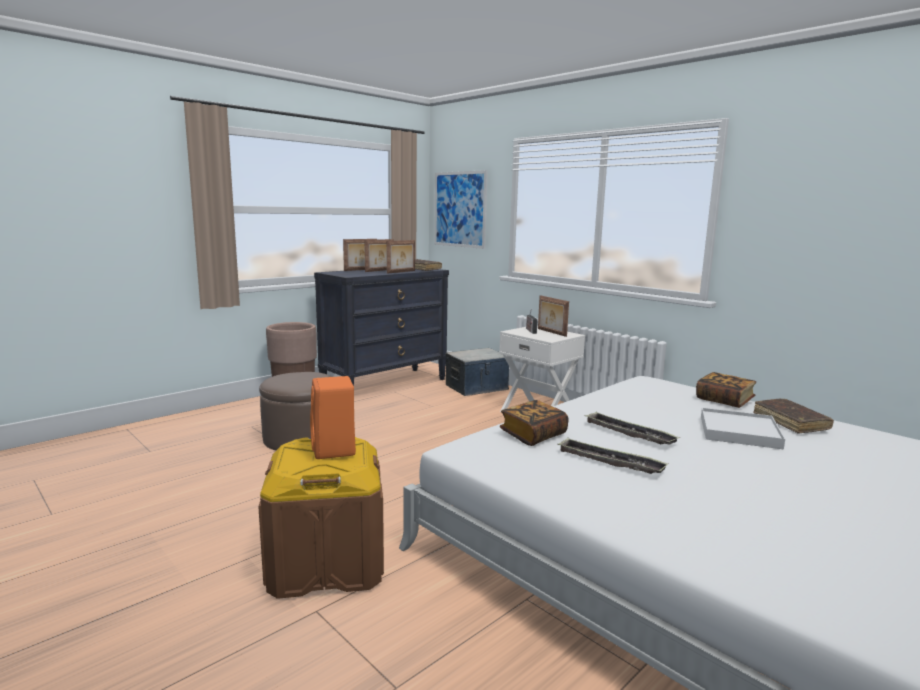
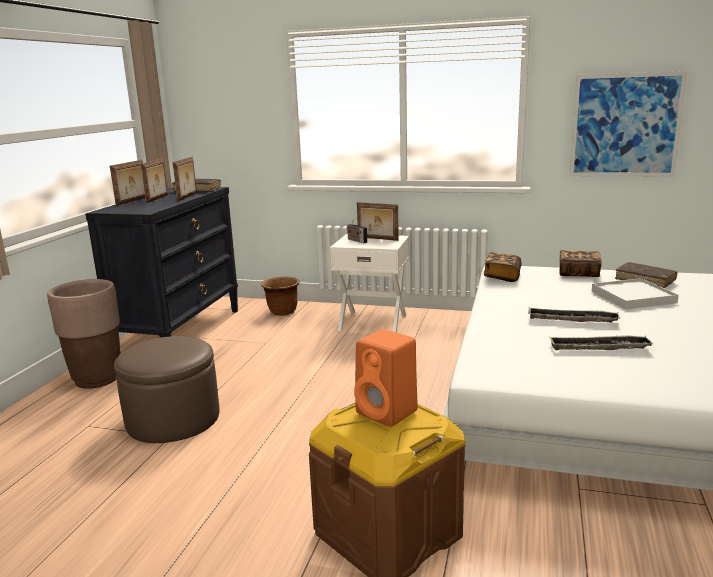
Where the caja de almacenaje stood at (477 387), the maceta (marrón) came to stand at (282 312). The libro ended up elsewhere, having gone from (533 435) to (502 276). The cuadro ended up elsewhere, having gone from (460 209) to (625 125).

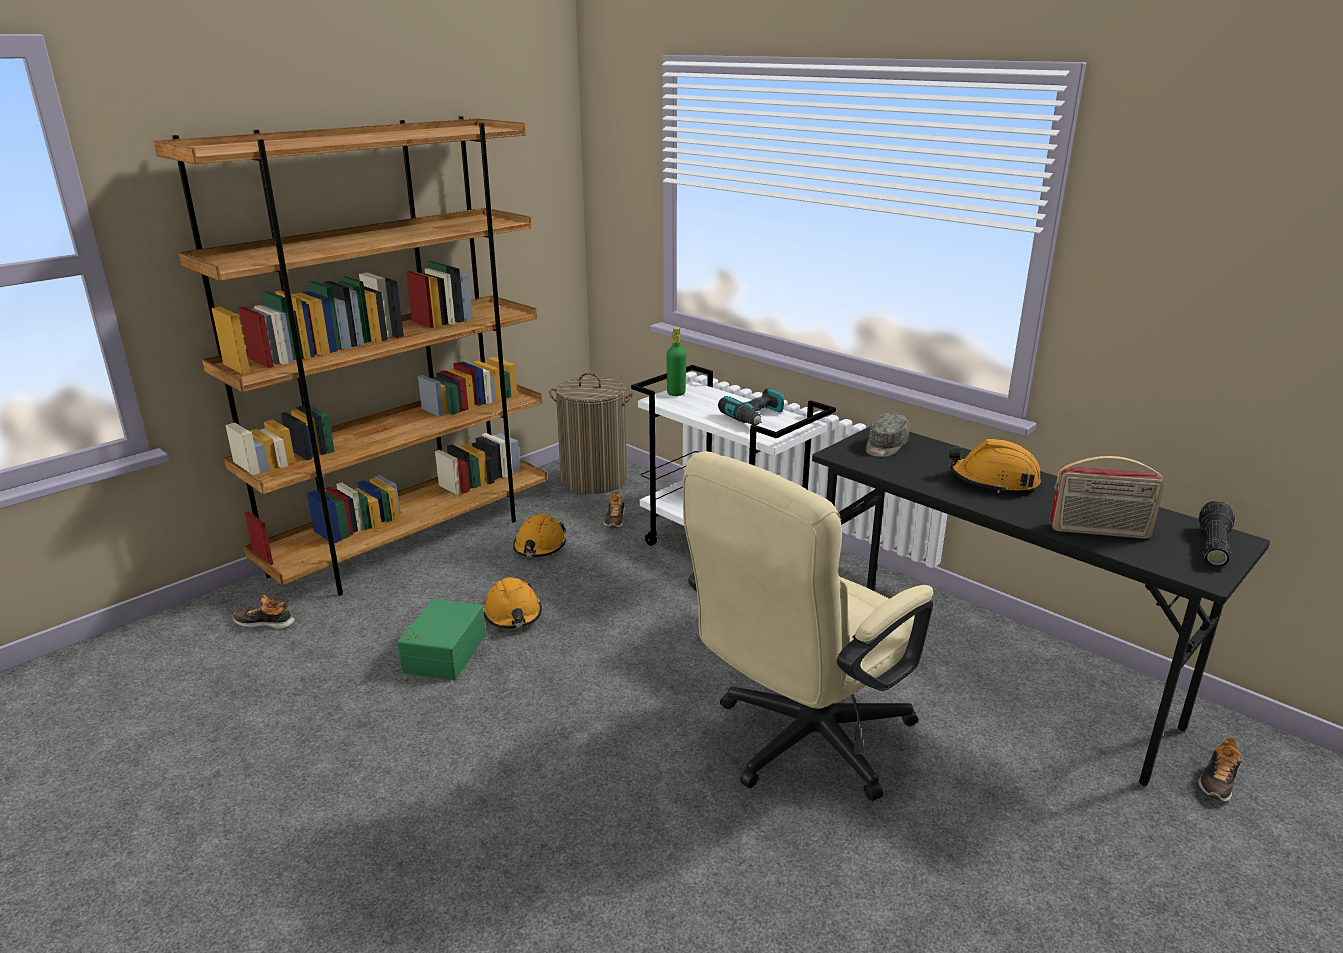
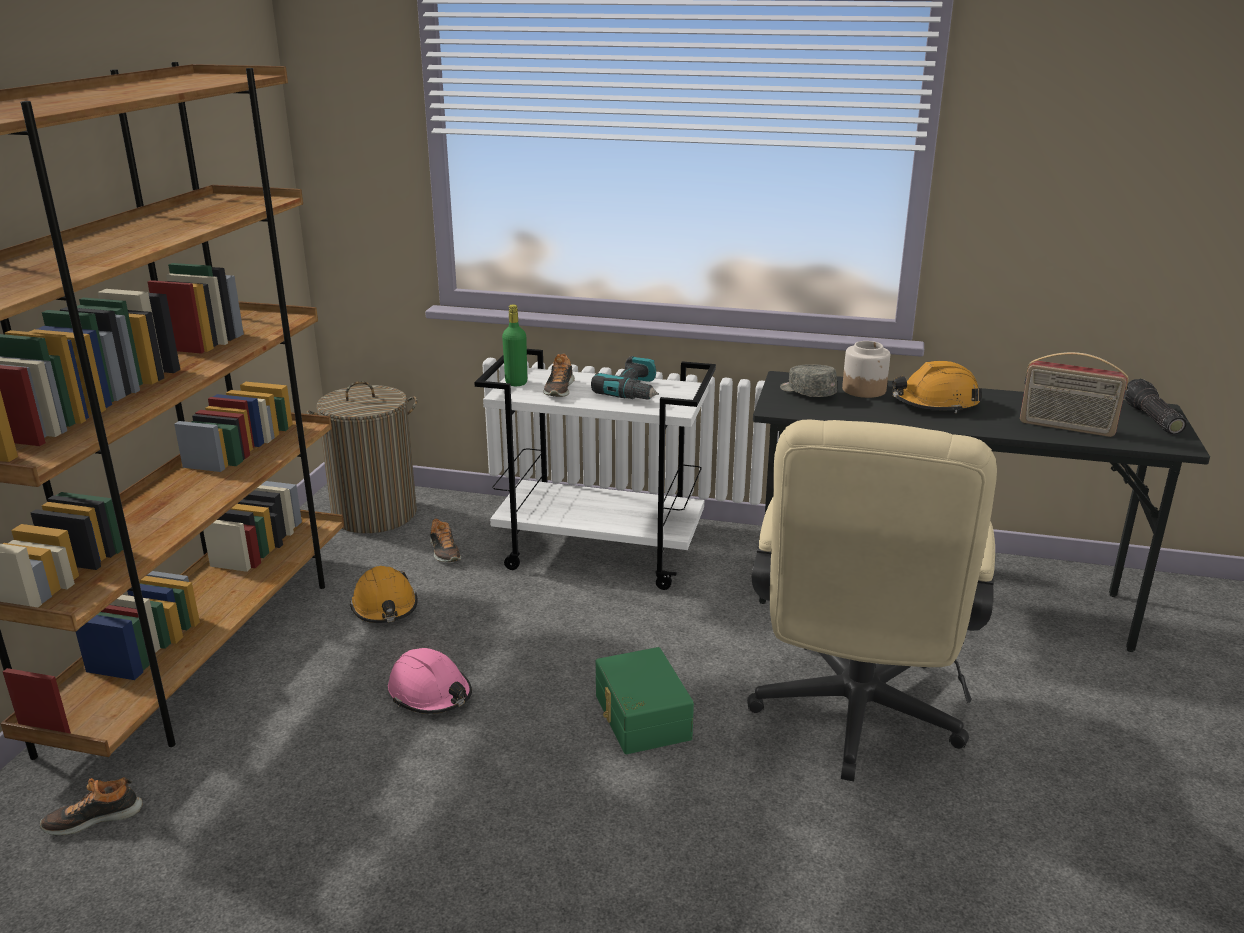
What was the casco (naranja) at (513 614) turned into the casco (rosa) at (430 694). The zapato ended up elsewhere, having gone from (1218 780) to (559 389). The caja de almacenaje (verde) ended up elsewhere, having gone from (443 653) to (640 717). The gorra (gris) at (885 446) ended up facing another way, 135 degrees clockwise from before. The second view gained the tarro at (864 390). The radio at (1099 531) ended up facing another way, 45 degrees clockwise from before.

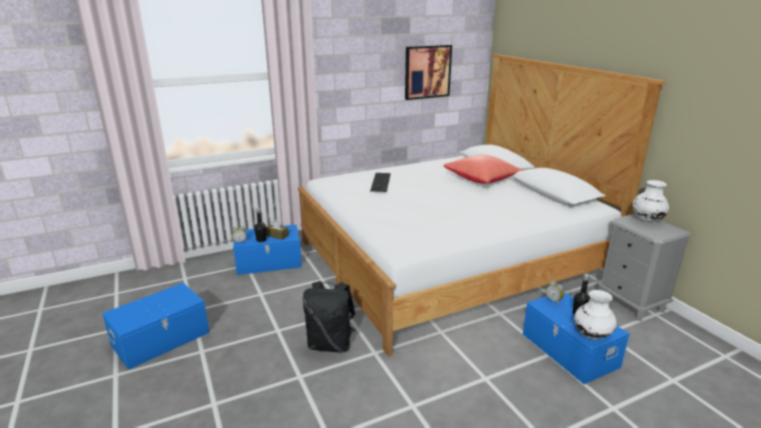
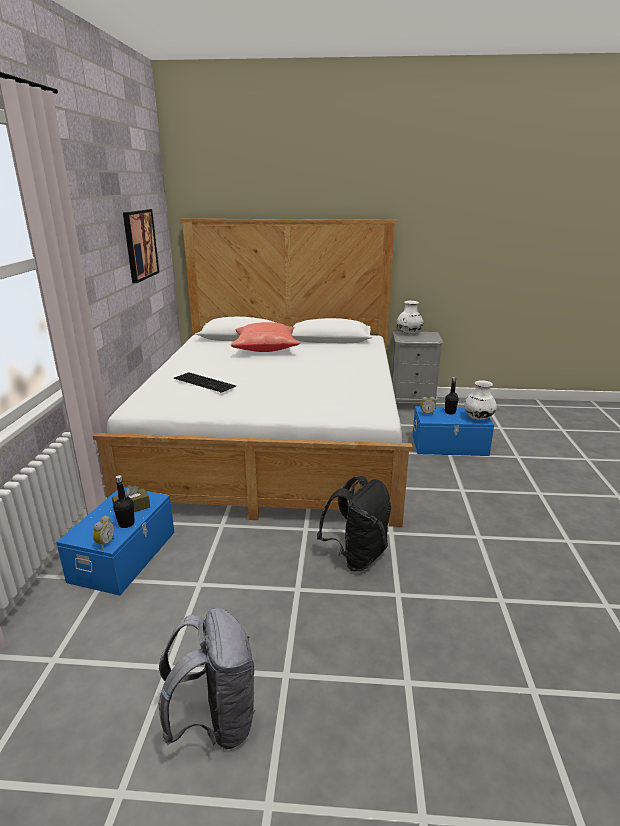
Where the caja de almacenaje (azul) stood at (162 339), the mochila (gris) came to stand at (215 721).

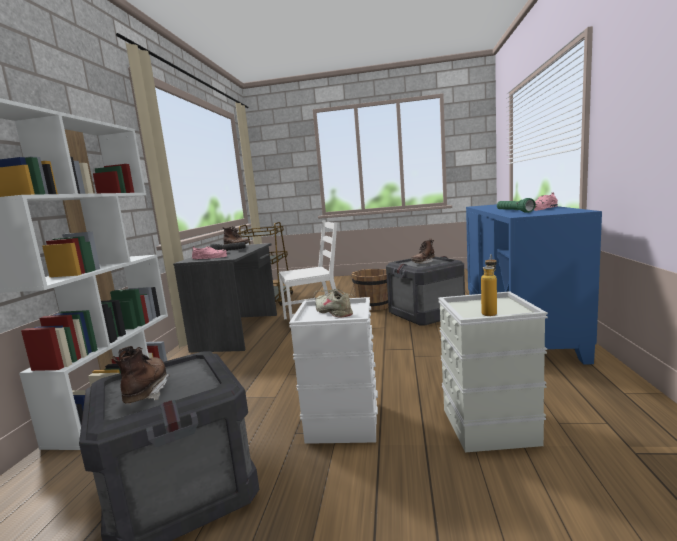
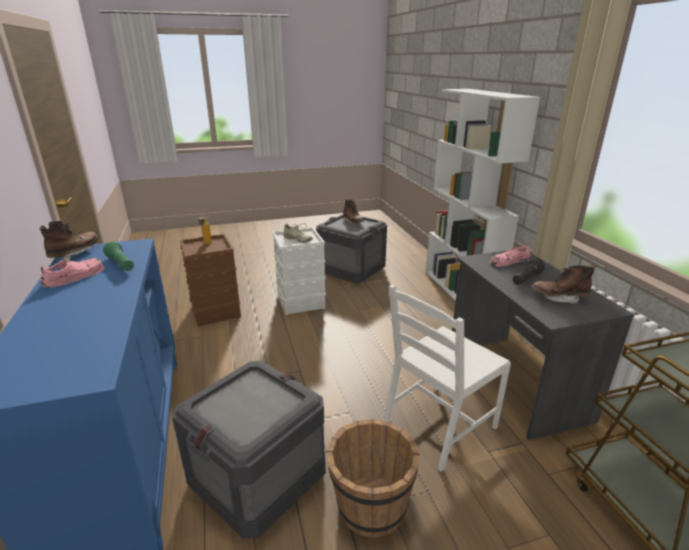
The bota (marrón) ended up elsewhere, having gone from (423 263) to (75 254). What was the caja de almacenaje (gris) at (488 427) turned into the caja de almacenaje (marrón) at (216 311).

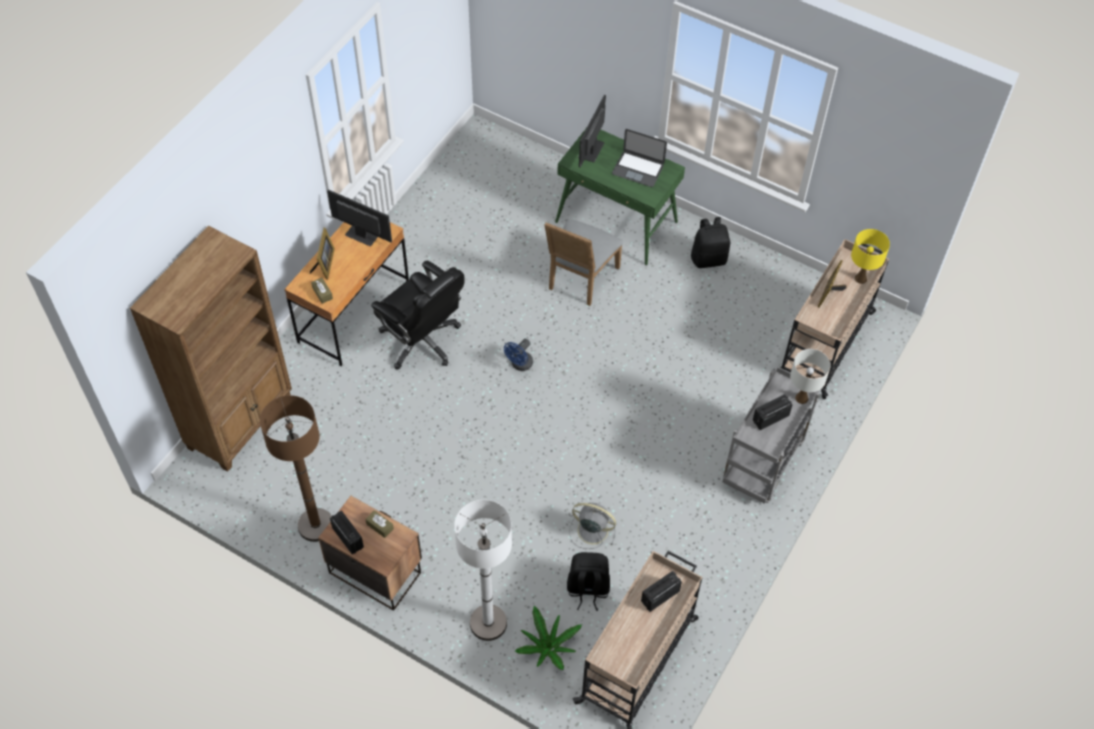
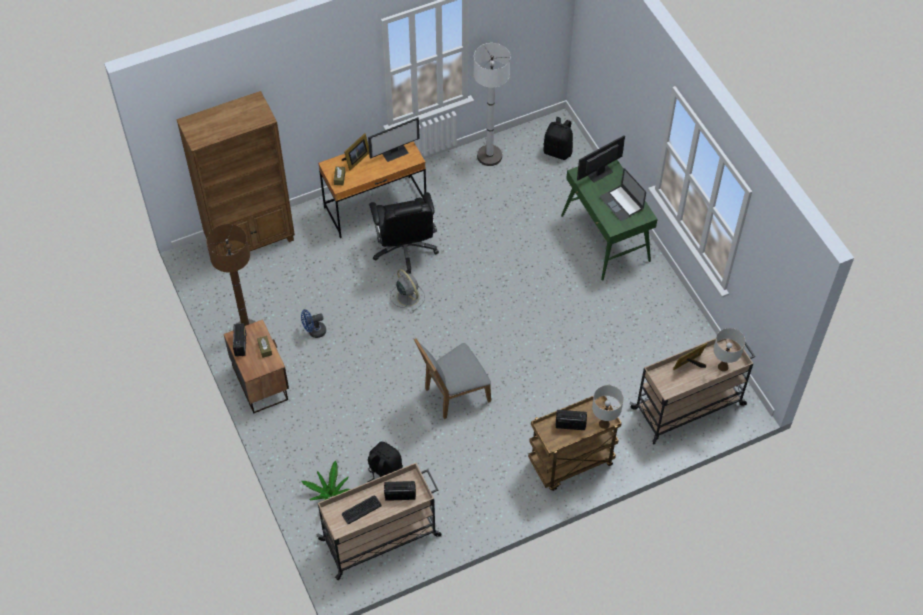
The ventilador (azul) ended up elsewhere, having gone from (520 365) to (314 332). The second view gained the teclado at (361 509). The monitor at (361 235) ended up facing another way, 90 degrees clockwise from before. The ventilador (gris) ended up elsewhere, having gone from (591 530) to (407 296). The silla (gris) ended up elsewhere, having gone from (580 280) to (453 394). The lámpara de pie (blanco) ended up elsewhere, having gone from (488 623) to (489 156). What was the carrito (gris) at (763 465) turned into the carrito (marrón) at (571 463). The mochila (negro) ended up elsewhere, having gone from (709 258) to (558 151). What was the lámpara de mesa (amarillo) at (860 279) turned into the lámpara de mesa (blanco) at (723 367).

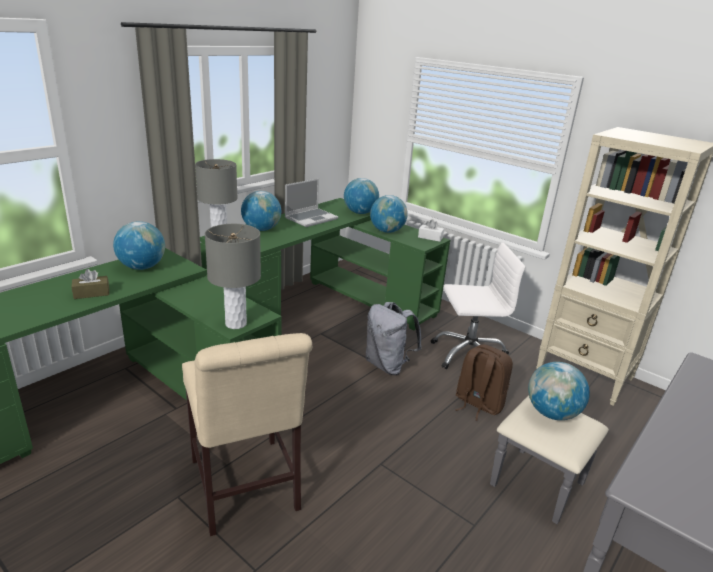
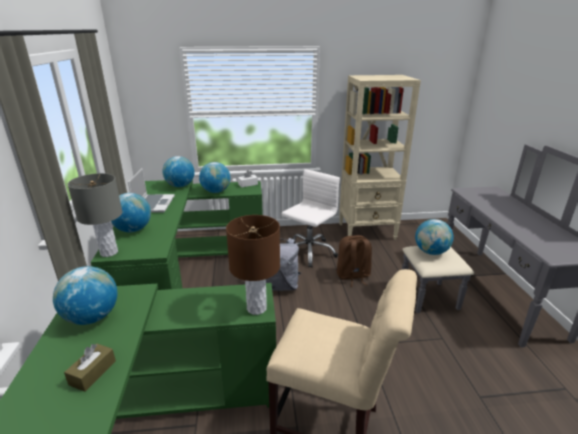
What was the lámpara de mesa (gris) at (236 324) turned into the lámpara de mesa (marrón) at (257 308).

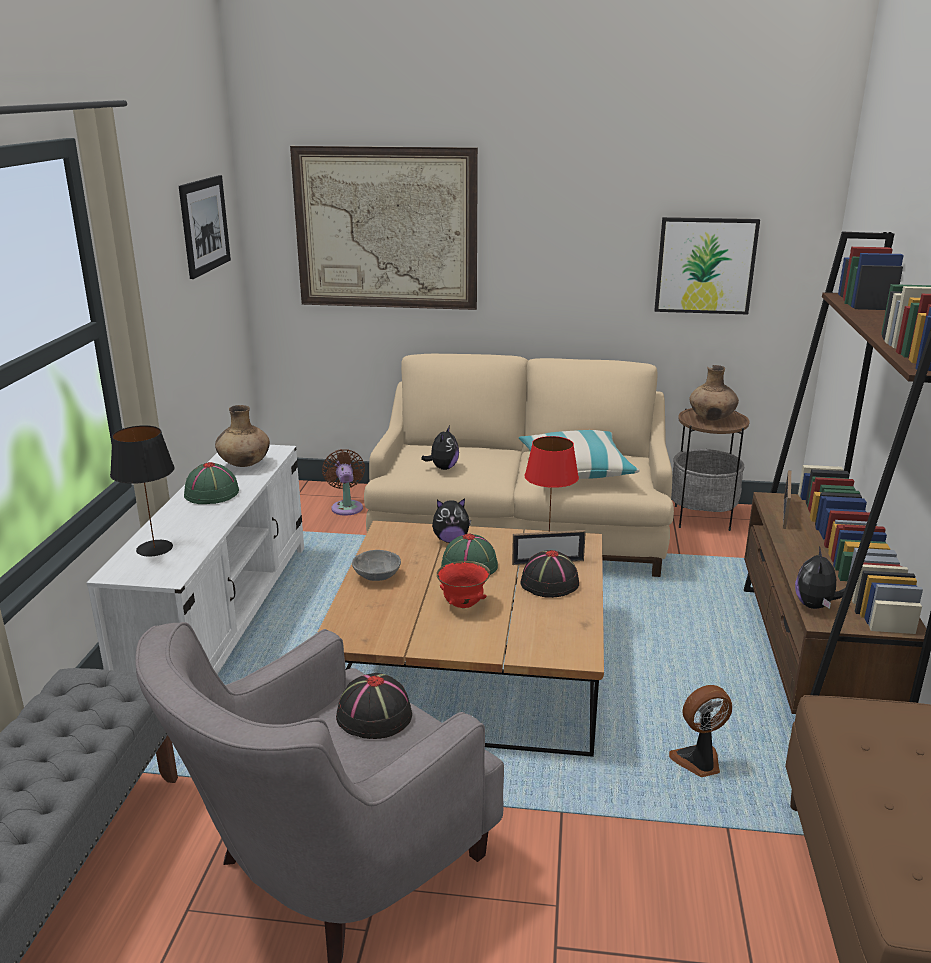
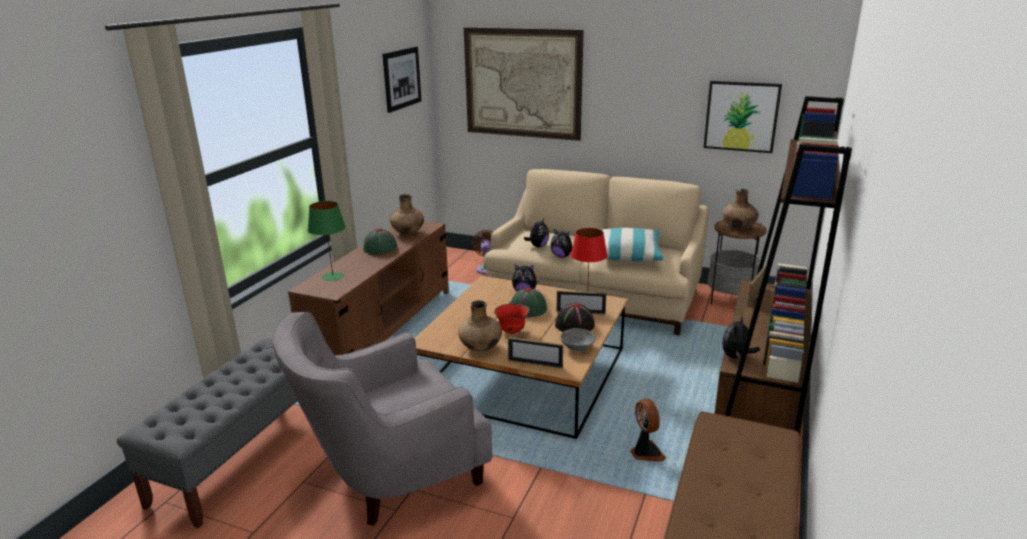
What was the mueble de televisión (blanco) at (222 618) turned into the mueble de televisión (marrón) at (383 328). What was the lámpara de mesa (negro) at (154 548) turned into the lámpara de mesa (verde) at (332 276). The second view gained the florero (marrón) at (480 347). The second view gained the portarretratos at (535 363). The second view gained the peluche at (562 256). The cuenco (gris) ended up elsewhere, having gone from (376 576) to (577 347). The ventilador at (698 762) ended up facing another way, 75 degrees clockwise from before. The second view lost the sombrero (negro) at (373 715).

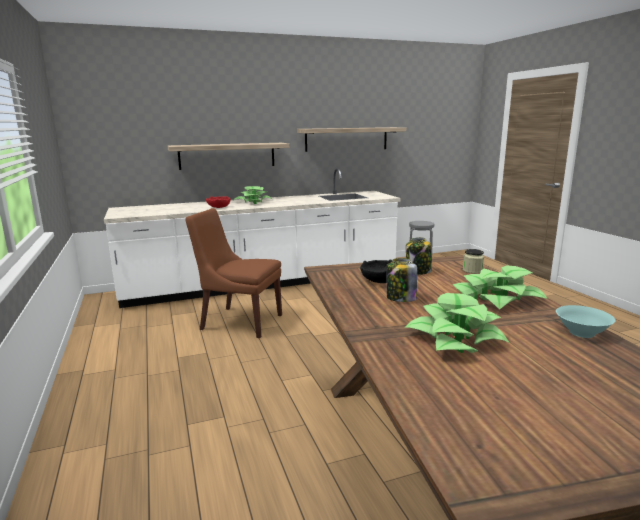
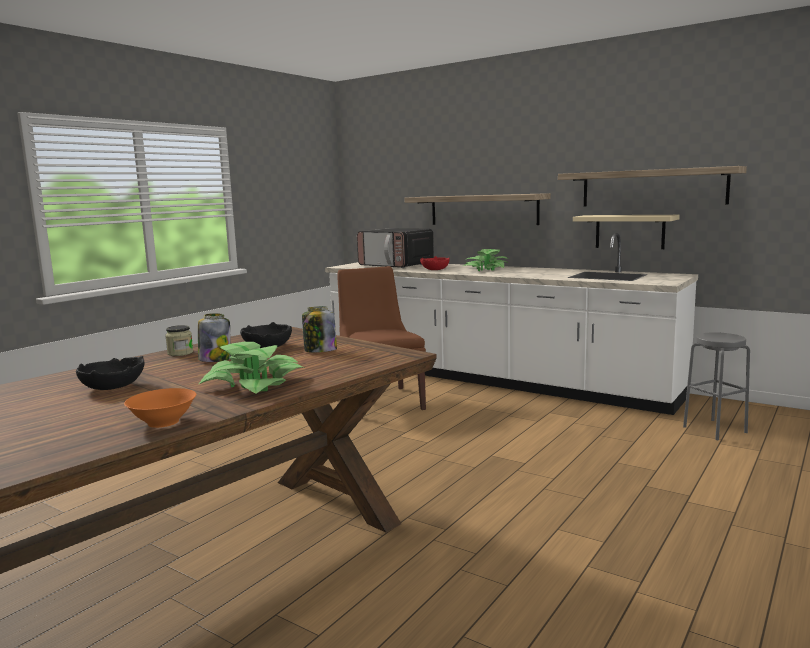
Where the planta en maceta stood at (455 338), the cuenco (negro) came to stand at (112 387). What was the cuenco (turquesa) at (581 332) turned into the cuenco (naranja) at (164 422). The tarro ended up elsewhere, having gone from (472 270) to (180 353). The second view gained the microondas at (396 265). The second view gained the estante (beis) at (629 231).

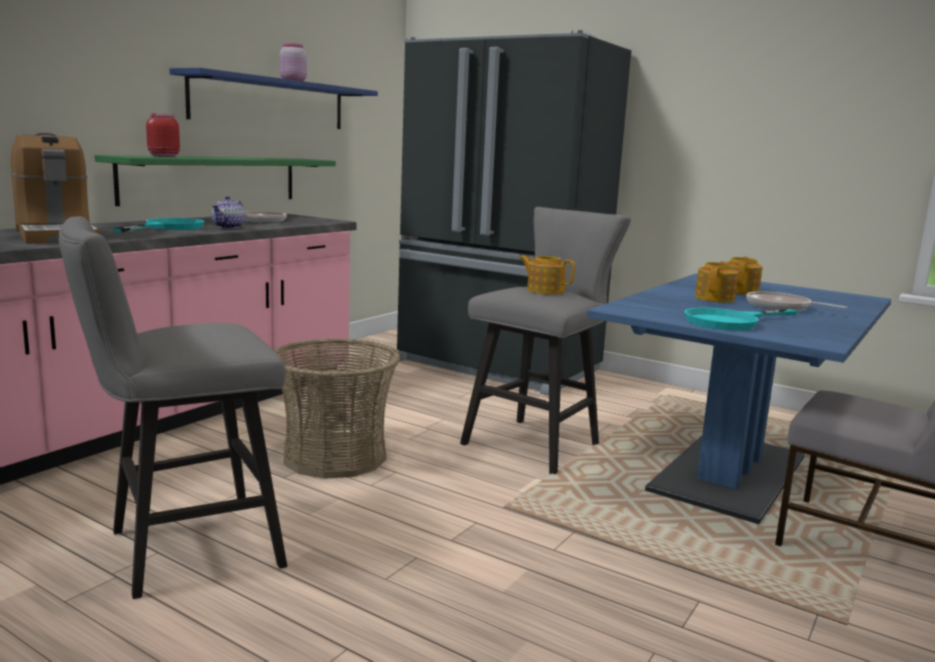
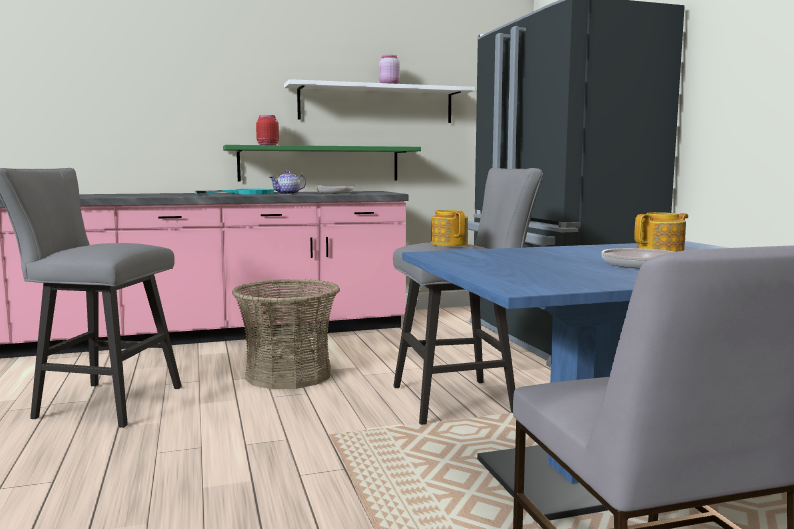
What was the estante (azul) at (270 102) turned into the estante (blanco) at (376 104). The second view lost the cafetera at (56 235). The second view lost the sartén (turquesa) at (731 322). The second view lost the tetera at (715 298).

